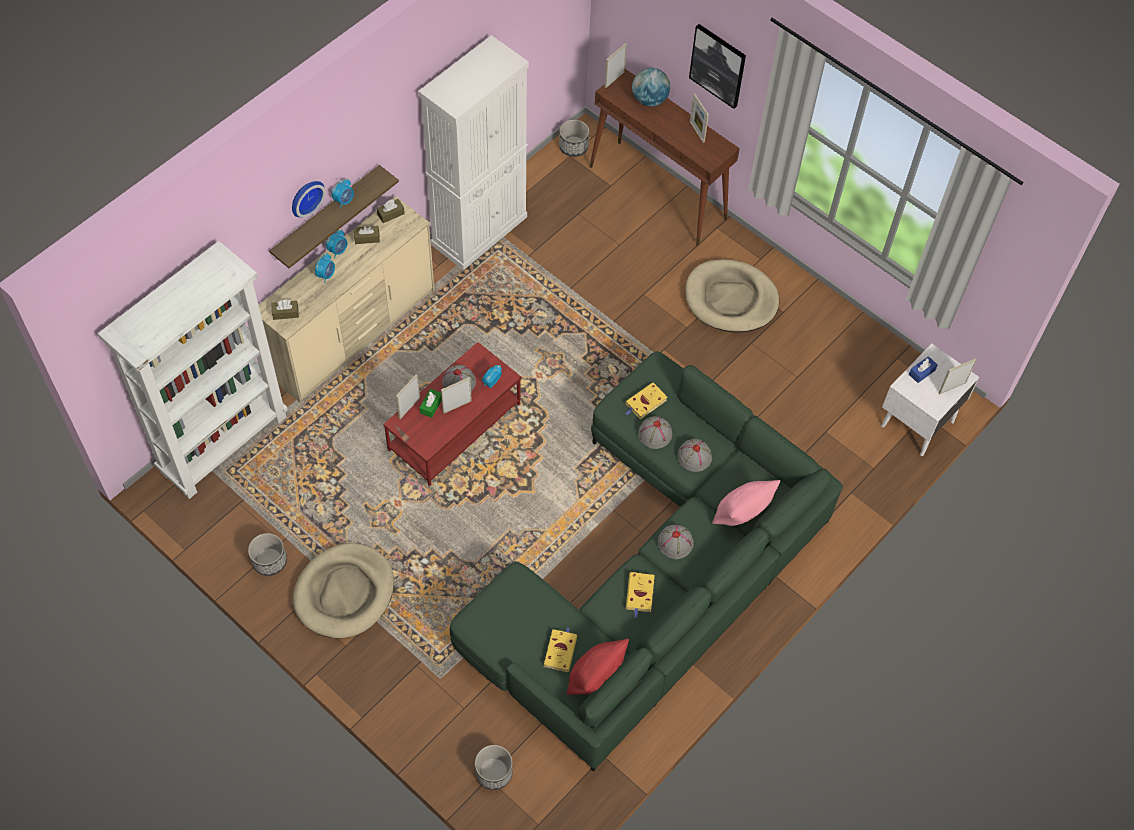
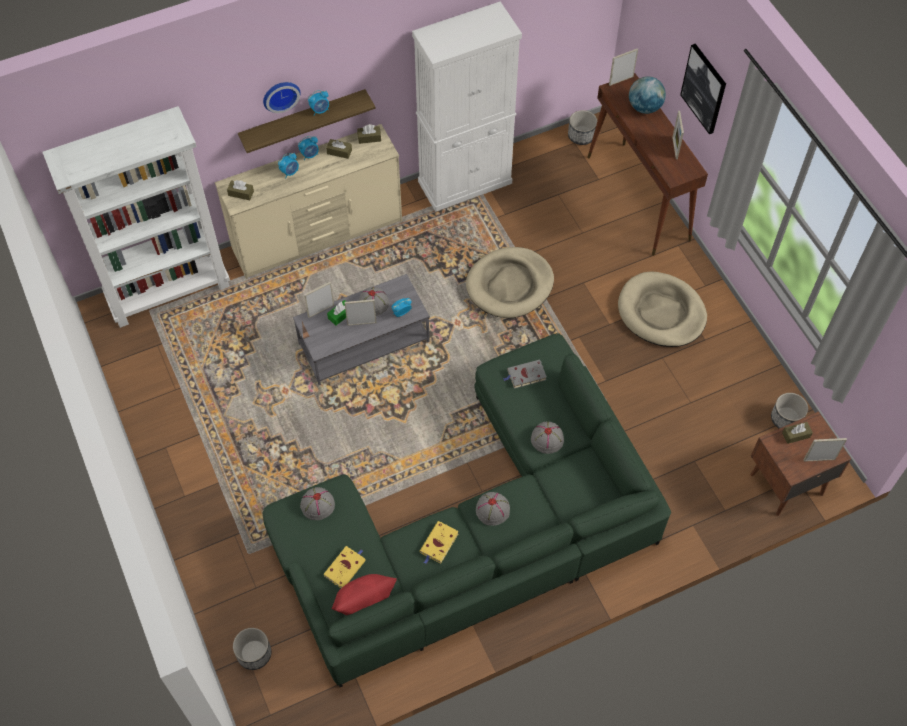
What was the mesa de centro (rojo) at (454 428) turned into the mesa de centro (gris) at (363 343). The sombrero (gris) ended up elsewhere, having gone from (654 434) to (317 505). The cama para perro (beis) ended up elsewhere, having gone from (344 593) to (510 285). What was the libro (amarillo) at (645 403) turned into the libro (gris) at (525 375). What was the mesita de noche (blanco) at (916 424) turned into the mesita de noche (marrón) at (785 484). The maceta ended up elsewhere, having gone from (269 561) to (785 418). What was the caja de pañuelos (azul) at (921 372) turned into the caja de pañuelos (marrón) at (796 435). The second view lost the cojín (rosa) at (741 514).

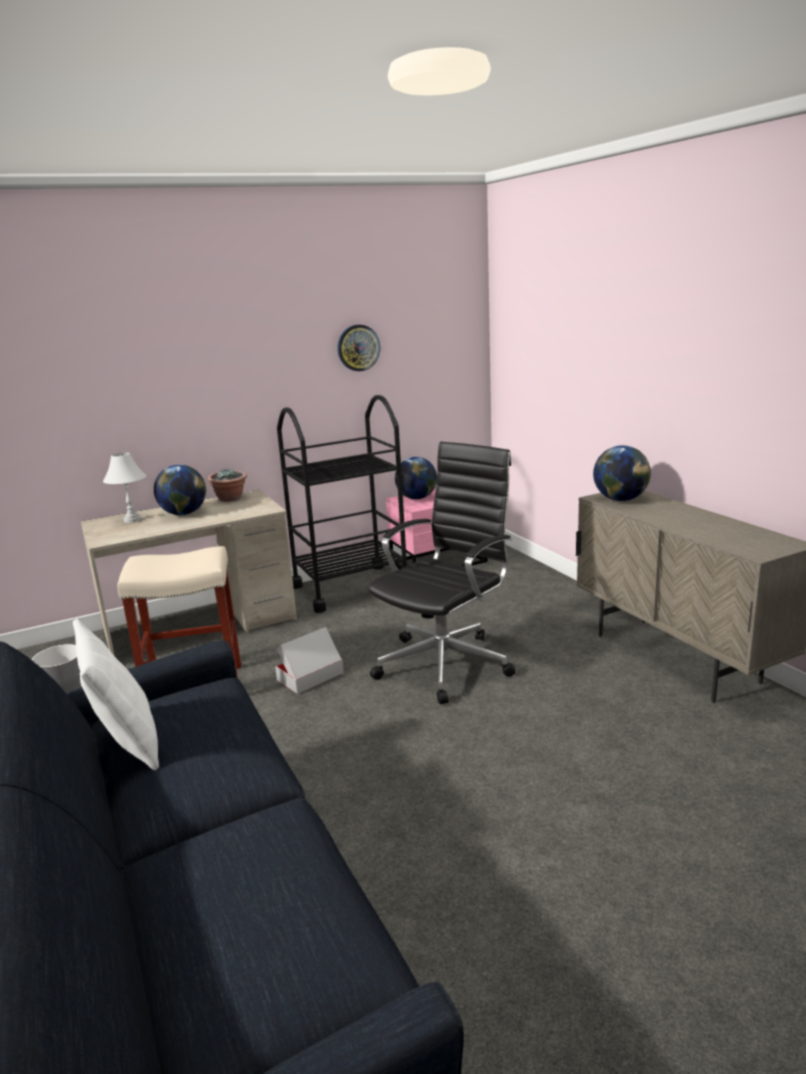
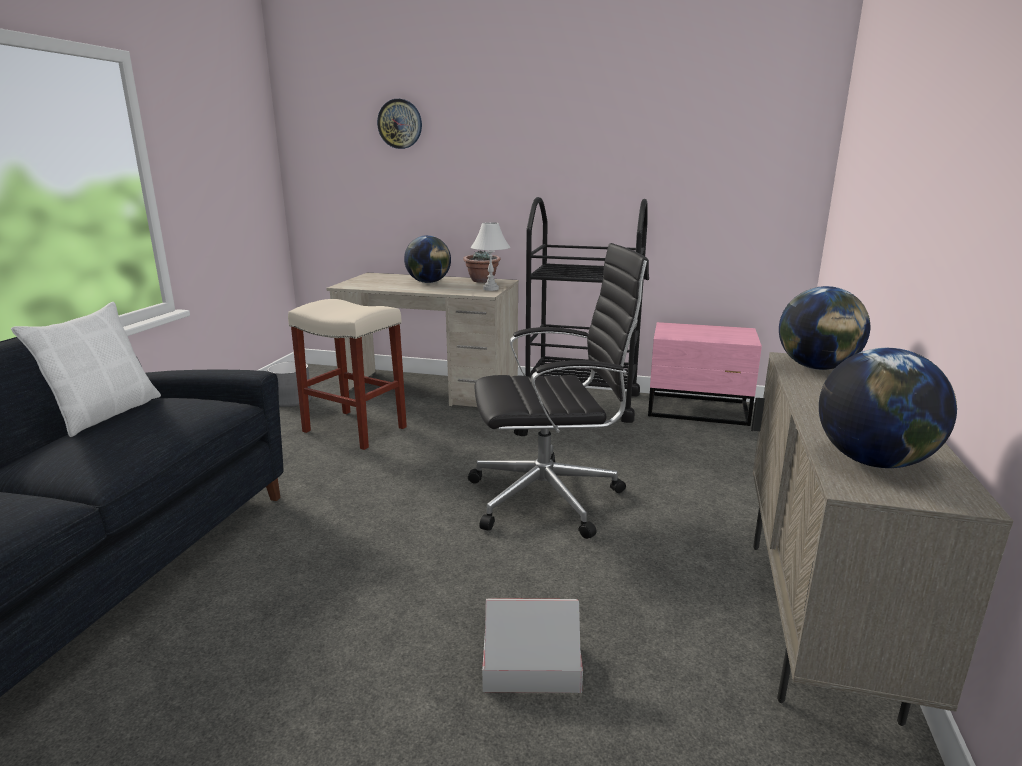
The reloj de pared ended up elsewhere, having gone from (358 348) to (400 124). The lámpara de mesa (blanco) ended up elsewhere, having gone from (132 520) to (490 289). The caja de cartón ended up elsewhere, having gone from (310 676) to (531 667). The globo terráqueo ended up elsewhere, having gone from (417 498) to (873 462).

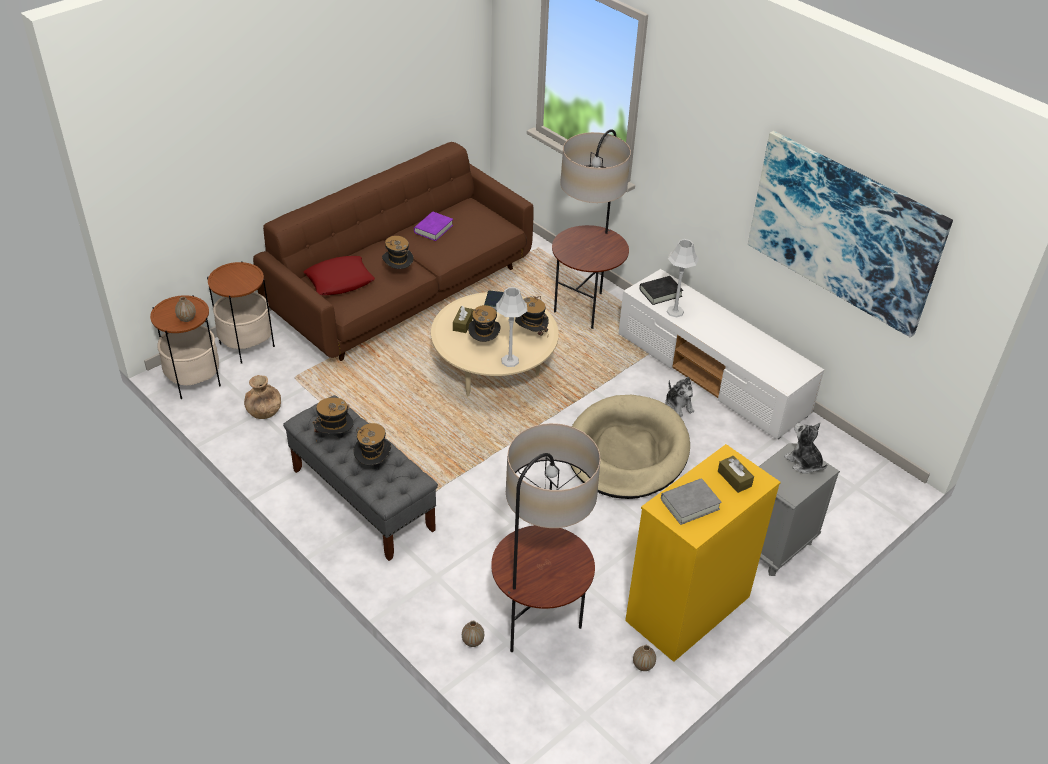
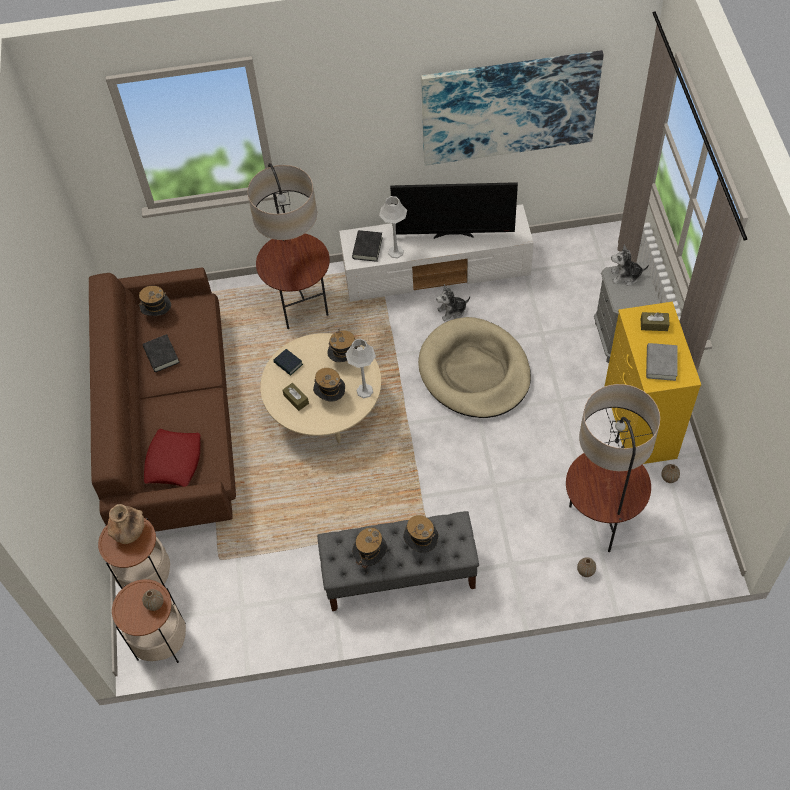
The florero (marrón) ended up elsewhere, having gone from (264 412) to (129 532). The sombrero ended up elsewhere, having gone from (398 272) to (158 315). What was the libro (morado) at (433 229) turned into the libro (negro) at (161 355). The second view gained the televisor at (453 234). The peluche at (678 405) ended up facing another way, 150 degrees clockwise from before.

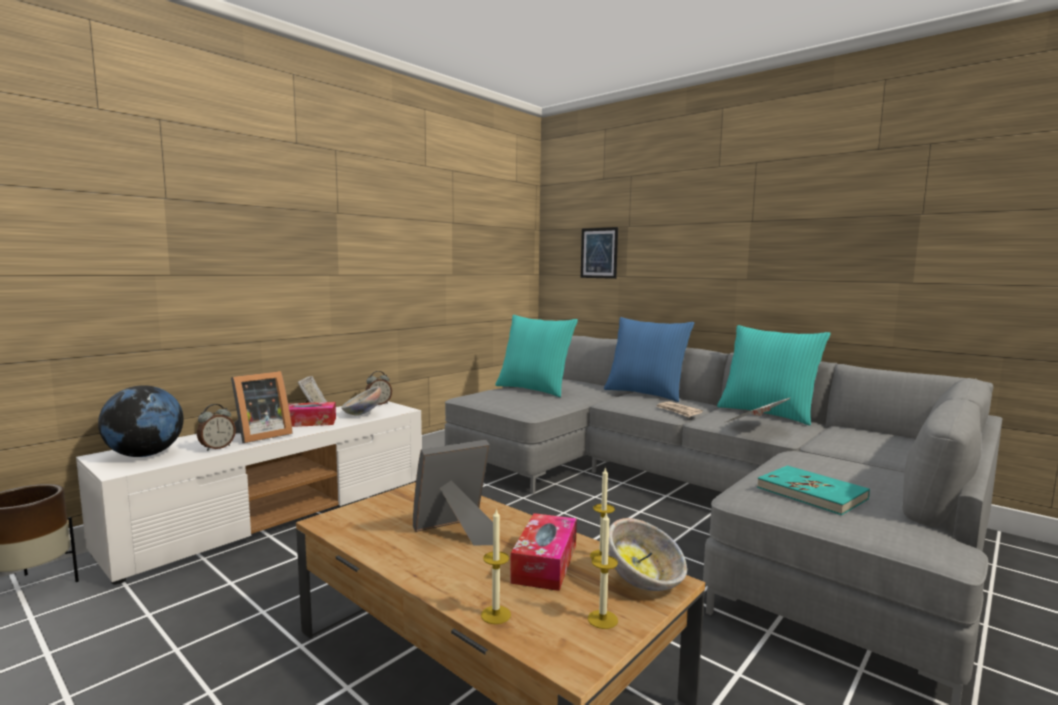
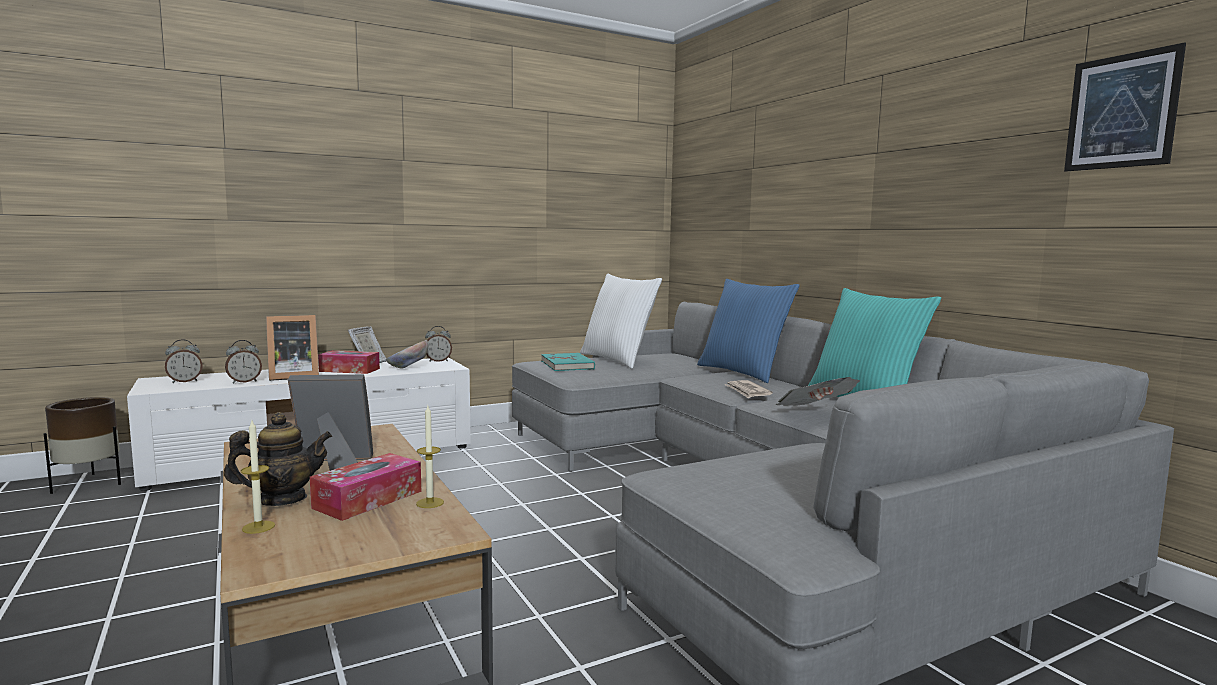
Where the globo terráqueo stood at (145 455), the despertador came to stand at (185 381). The second view gained the tetera at (282 499). The libro (turquesa) ended up elsewhere, having gone from (811 493) to (567 365). What was the cojín (turquesa) at (534 389) turned into the cojín (blanco) at (618 360). The cuadro ended up elsewhere, having gone from (599 253) to (1121 111). The second view lost the vela at (602 619). The second view lost the cuenco at (645 581).

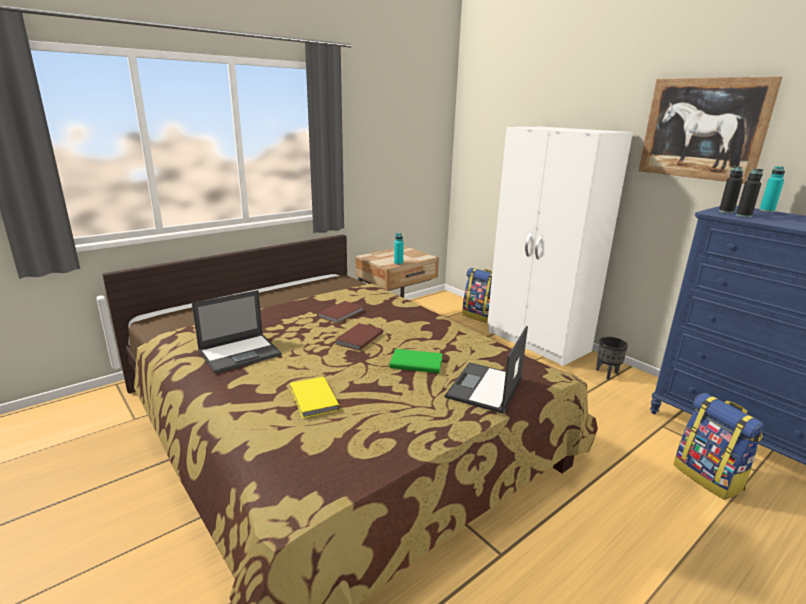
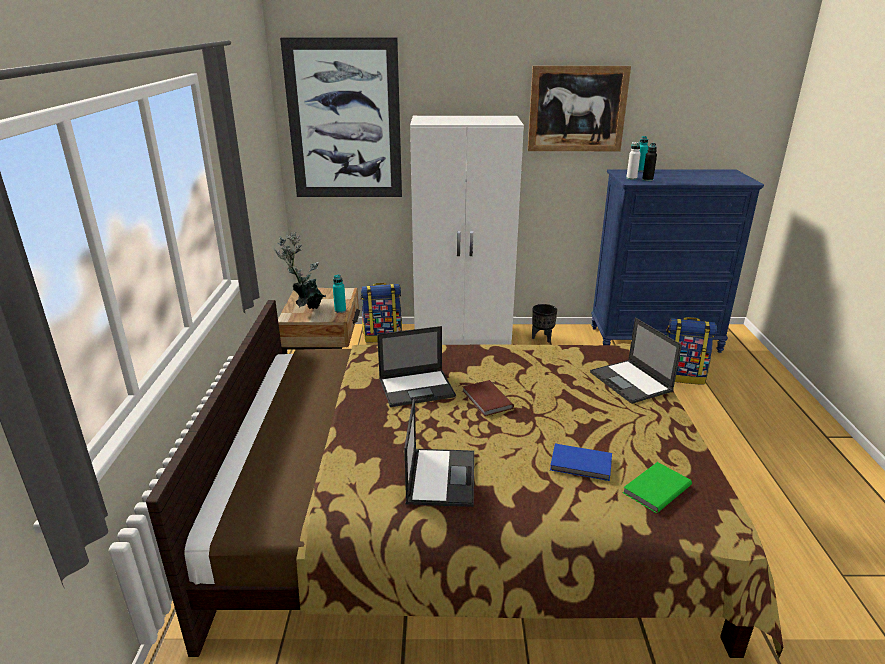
The second view gained the planta en maceta at (307 308). The second view gained the cuadro at (344 121). Where the libro (marrón) stood at (342 313), the portátil came to stand at (417 388). What was the libro (amarillo) at (312 399) turned into the libro (azul) at (581 465). The libro (verde) ended up elsewhere, having gone from (415 362) to (655 489). What was the botella (negro) at (726 212) turned into the botella (blanco) at (631 178).

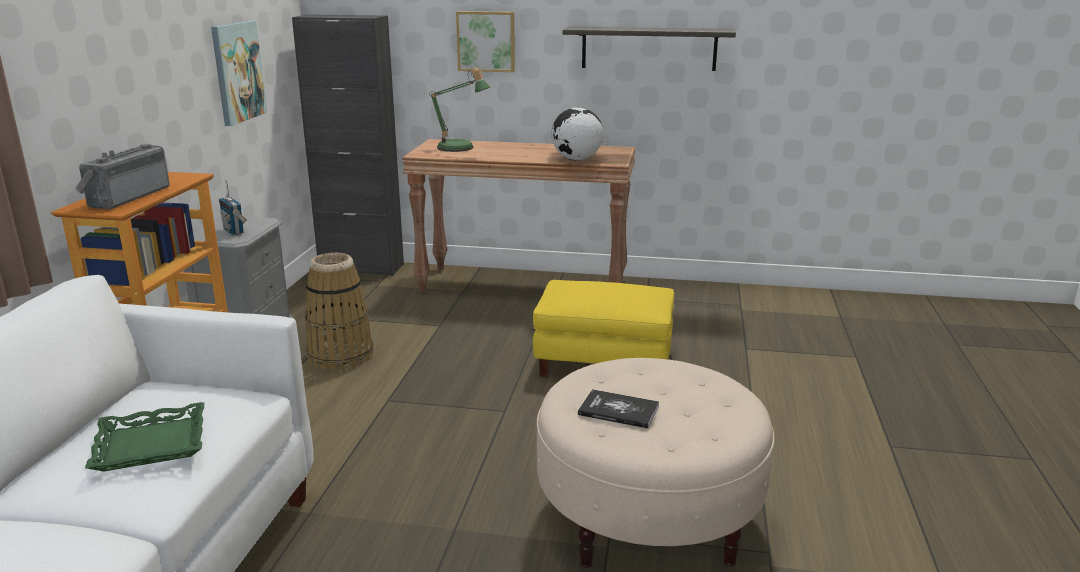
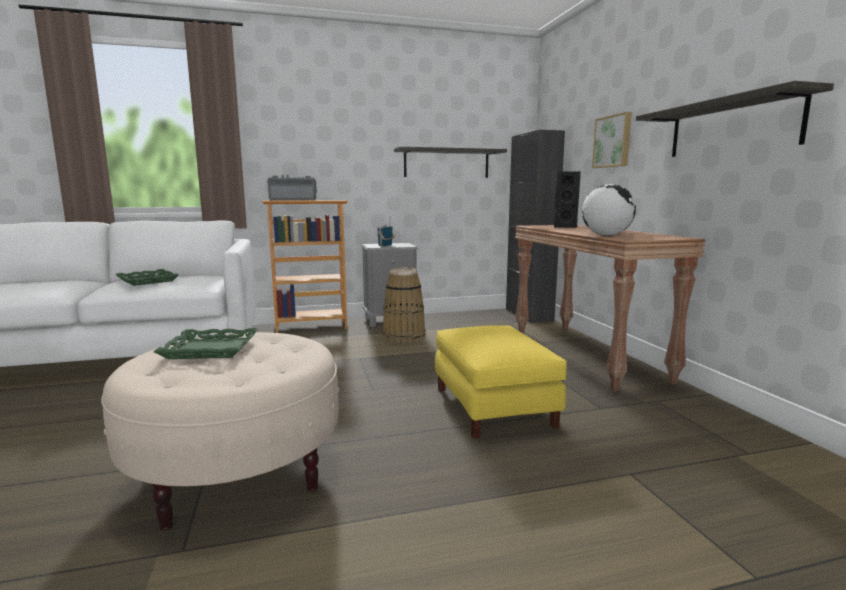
Where the libro stood at (618 410), the bandeja (verde) came to stand at (211 349). Where the cuadro hung at (237 72), the estante came to hang at (446 163). Where the lámpara de mesa stood at (460 149), the altavoz (negro) came to stand at (563 227).

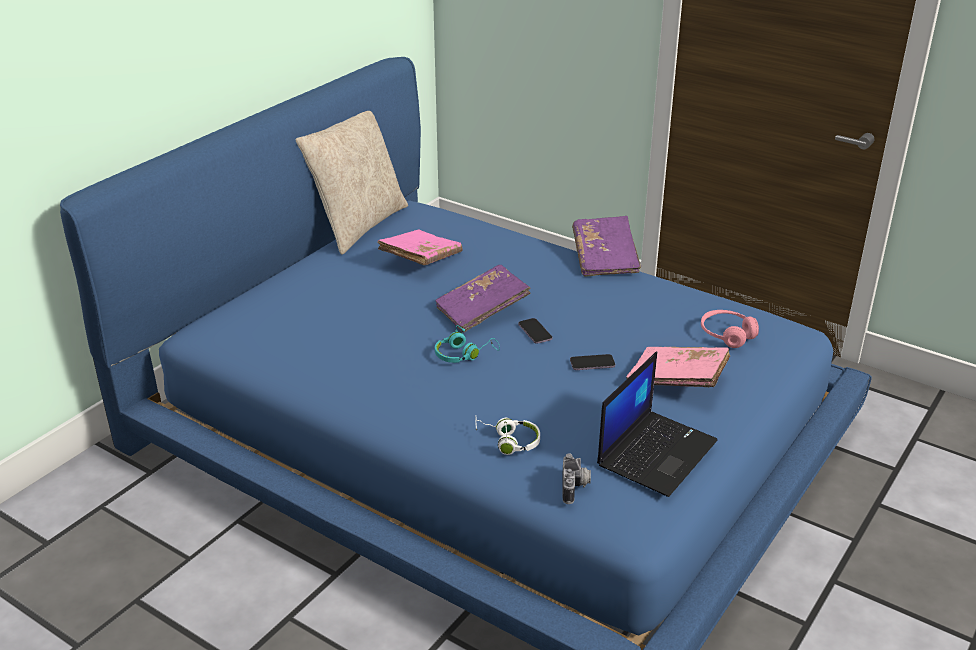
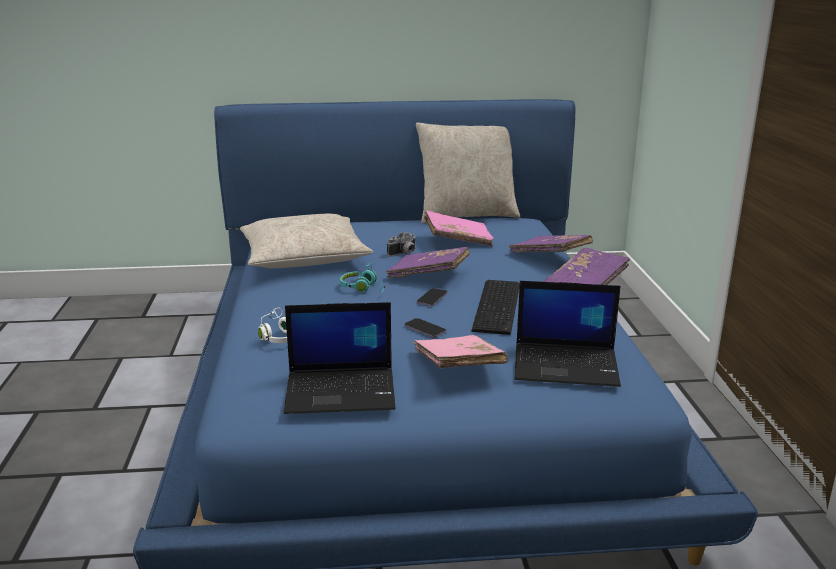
The second view gained the cojín (beis) at (304 257). The cámara ended up elsewhere, having gone from (575 487) to (404 254). The second view gained the teclado at (499 306). The second view gained the libro (morado) at (550 256). Where the auriculares (rosa) stood at (727 335), the portátil came to stand at (567 365).

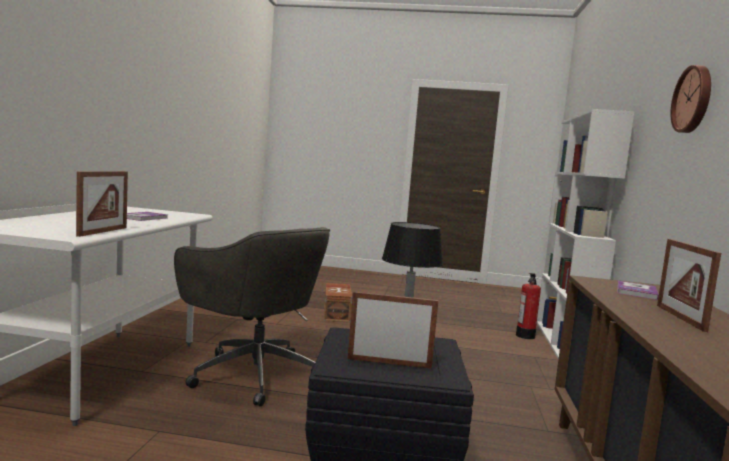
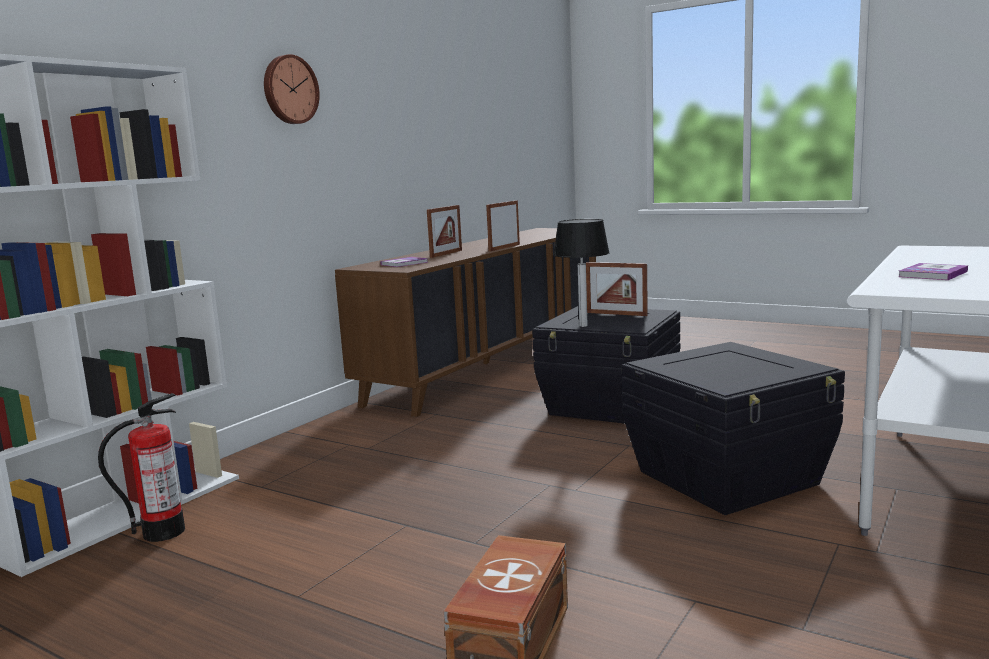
The portarretratos ended up elsewhere, having gone from (103 231) to (504 247). Where the silla de oficina (gris) stood at (253 374), the caja de almacenaje (negro) came to stand at (729 478).

